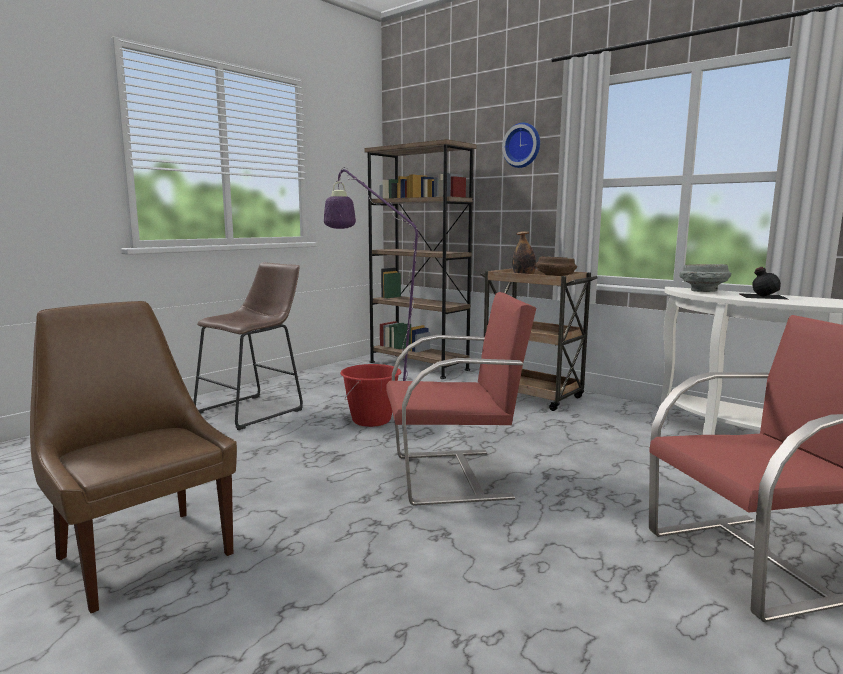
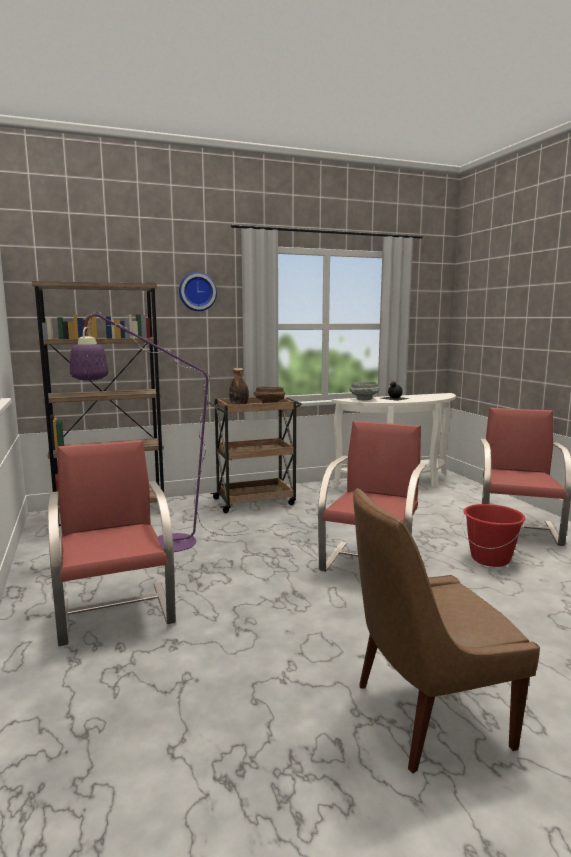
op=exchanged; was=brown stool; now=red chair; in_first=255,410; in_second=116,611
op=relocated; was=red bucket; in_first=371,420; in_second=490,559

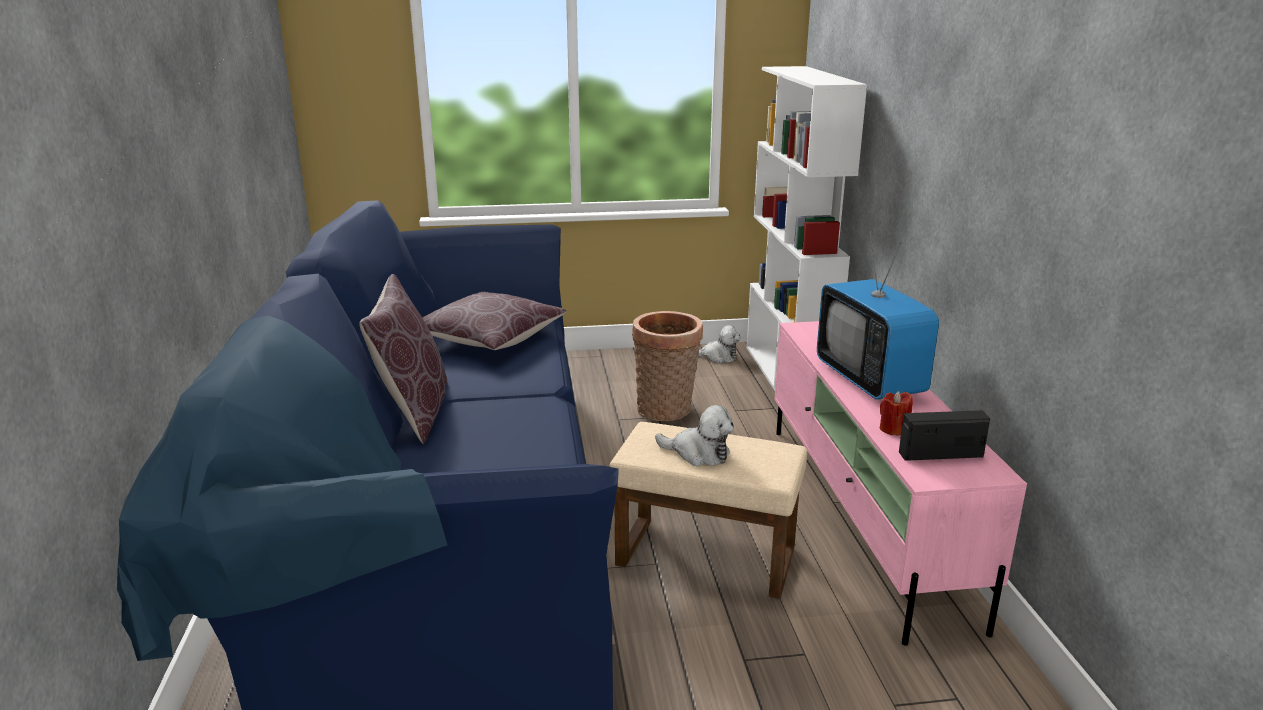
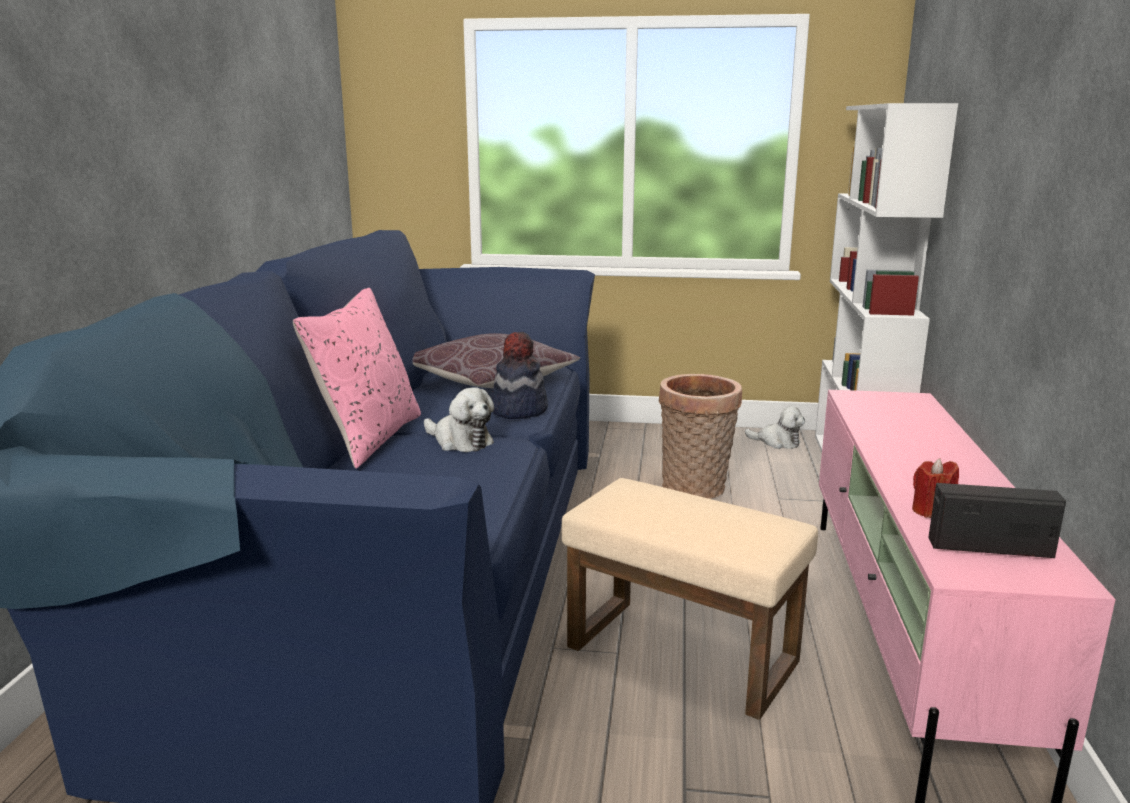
op=colour; was=brown pillow; now=pink pillow; in_first=413,411; in_second=368,438
op=relocated; was=plush toy; in_first=698,453; in_second=460,441
op=appeared; now=hat; in_second=518,410
op=missing; was=television; in_first=870,380

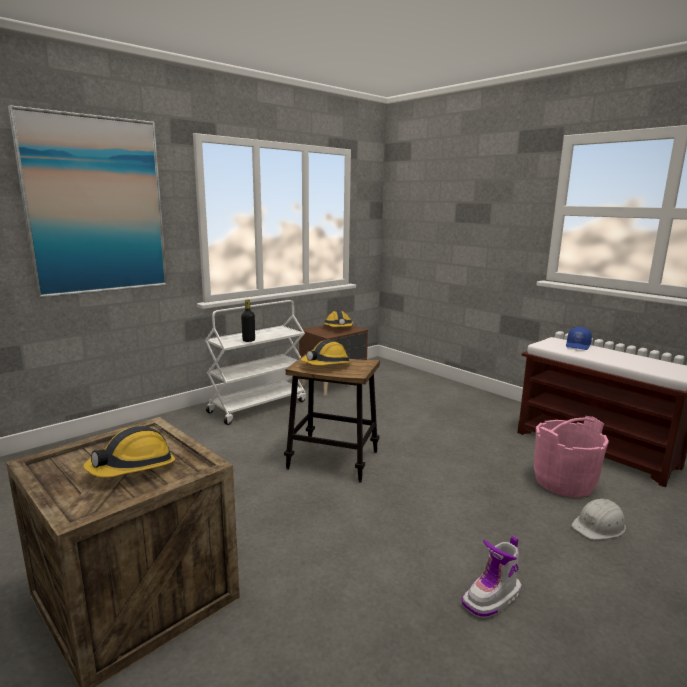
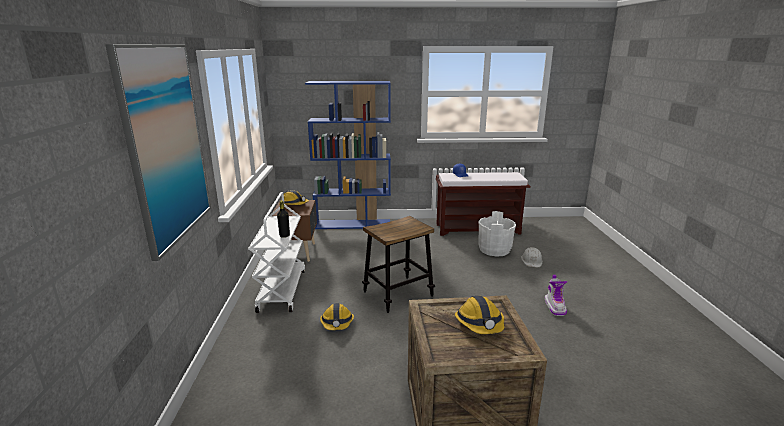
op=appeared; now=blue bookcase; in_second=353,224
op=relocated; was=hard hat; in_first=326,365; in_second=337,323
op=colour; was=pink bucket; now=white bucket; in_first=563,482; in_second=494,250

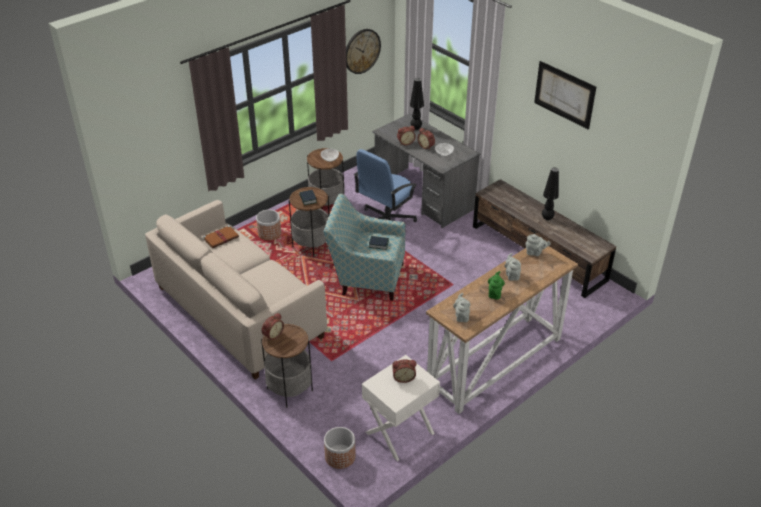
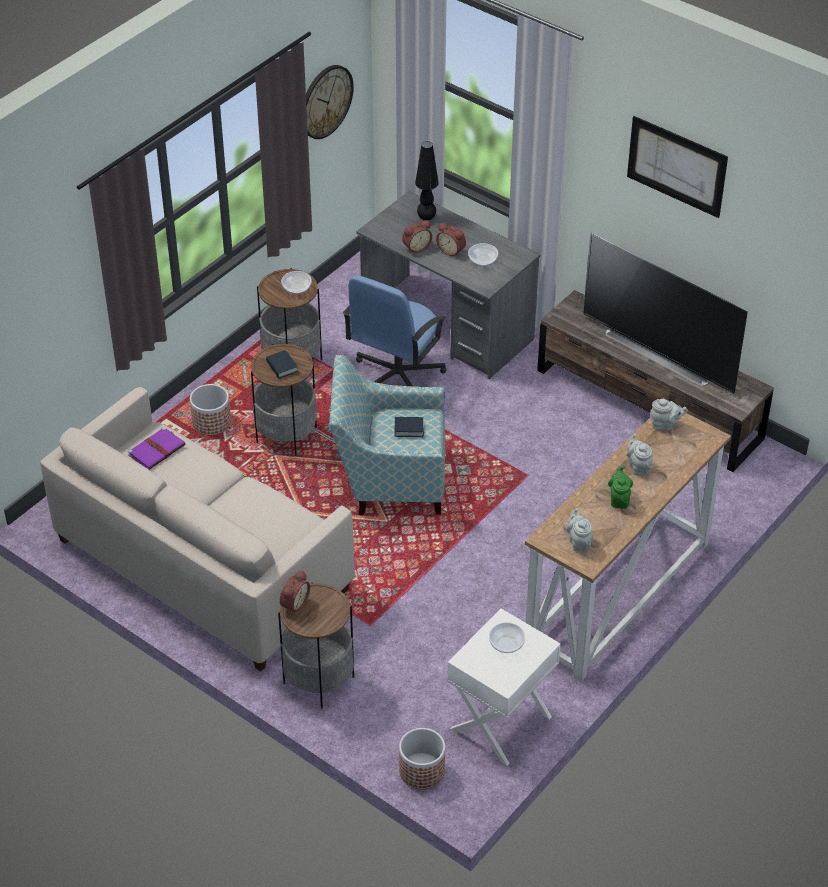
op=colour; was=brown book; now=purple book; in_first=221,238; in_second=157,450
op=exchanged; was=alarm clock; now=bowl; in_first=403,377; in_second=507,644
op=exchanged; was=black table lamp; now=television; in_first=547,218; in_second=661,352

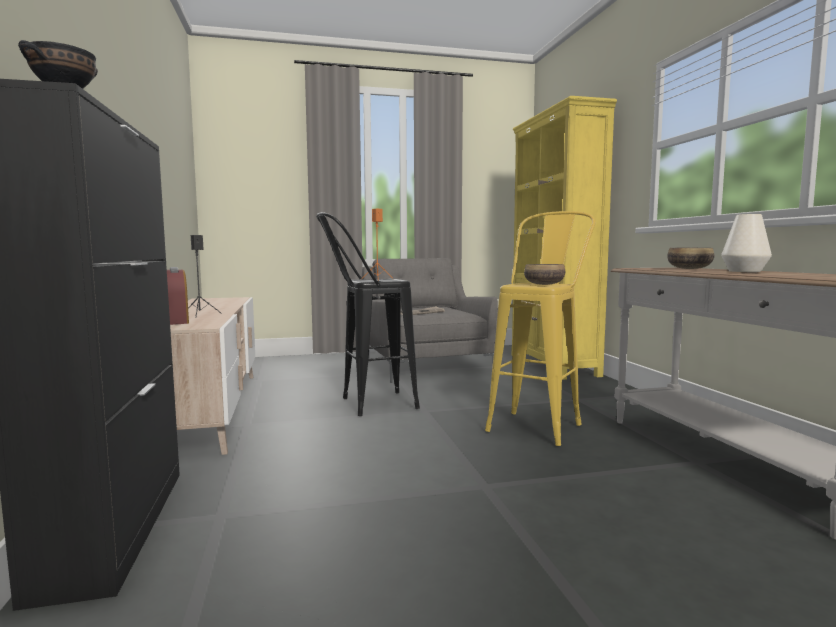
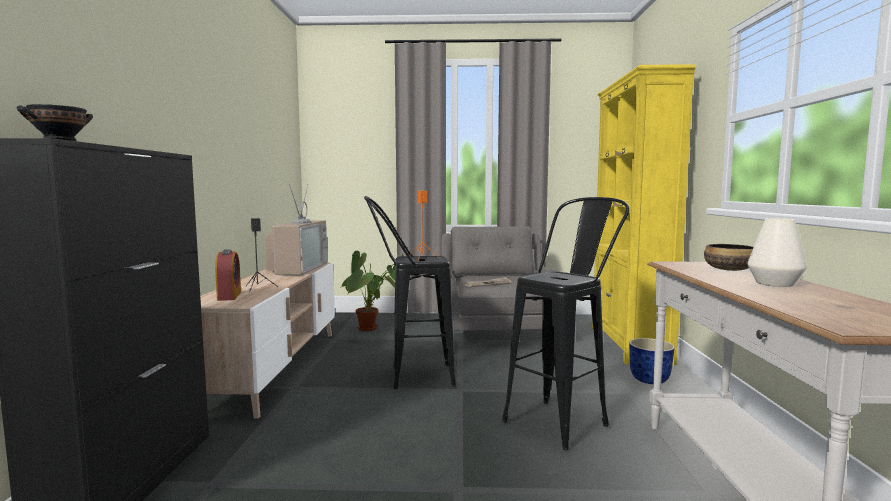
op=appeared; now=television; in_second=297,268
op=appeared; now=potted plant; in_second=376,329
op=colour; was=yellow stool; now=black stool; in_first=539,424; in_second=564,419
op=appeared; now=planter; in_second=650,380
op=missing; was=bowl; in_first=543,284

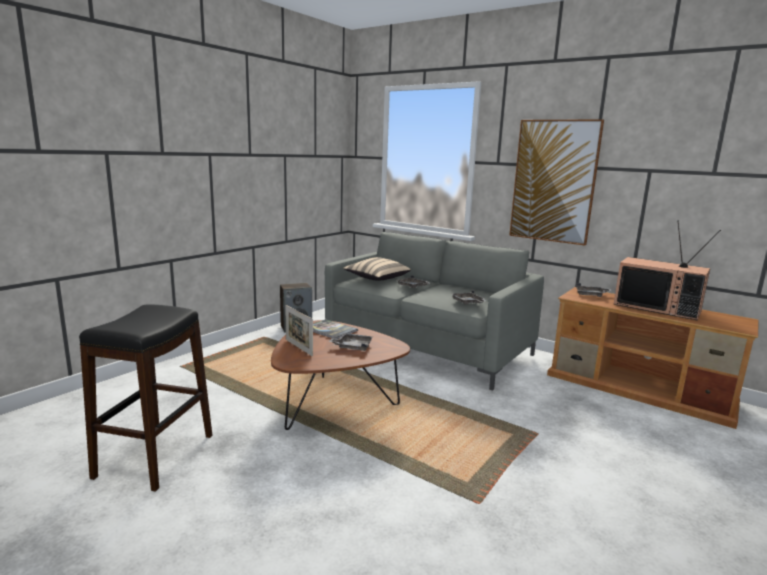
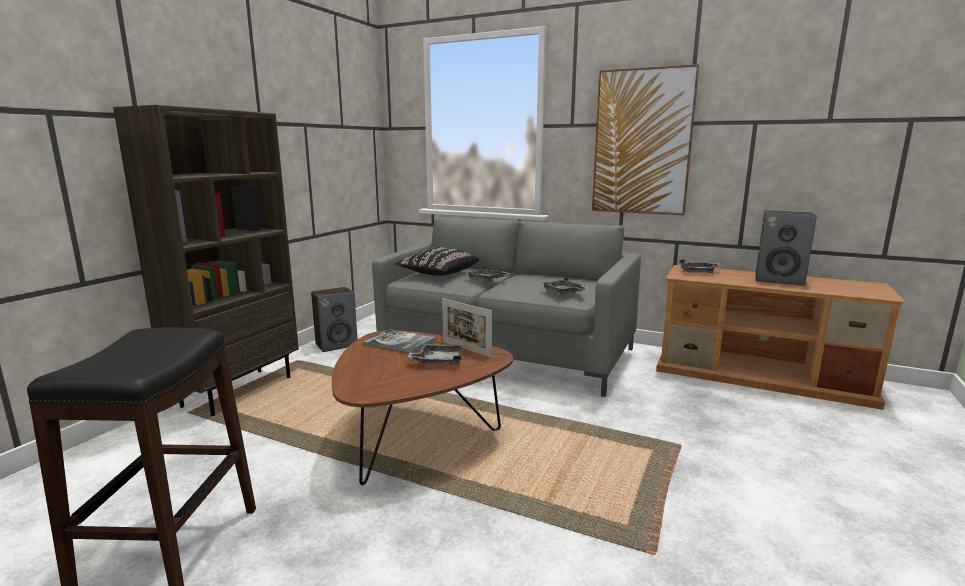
op=appeared; now=brown bookcase; in_second=238,391
op=colour; was=beige pillow; now=black pillow; in_first=376,279; in_second=438,274
op=relocated; was=picture frame; in_first=299,347; in_second=466,349
op=exchanged; was=television; now=speaker; in_first=658,308; in_second=779,280

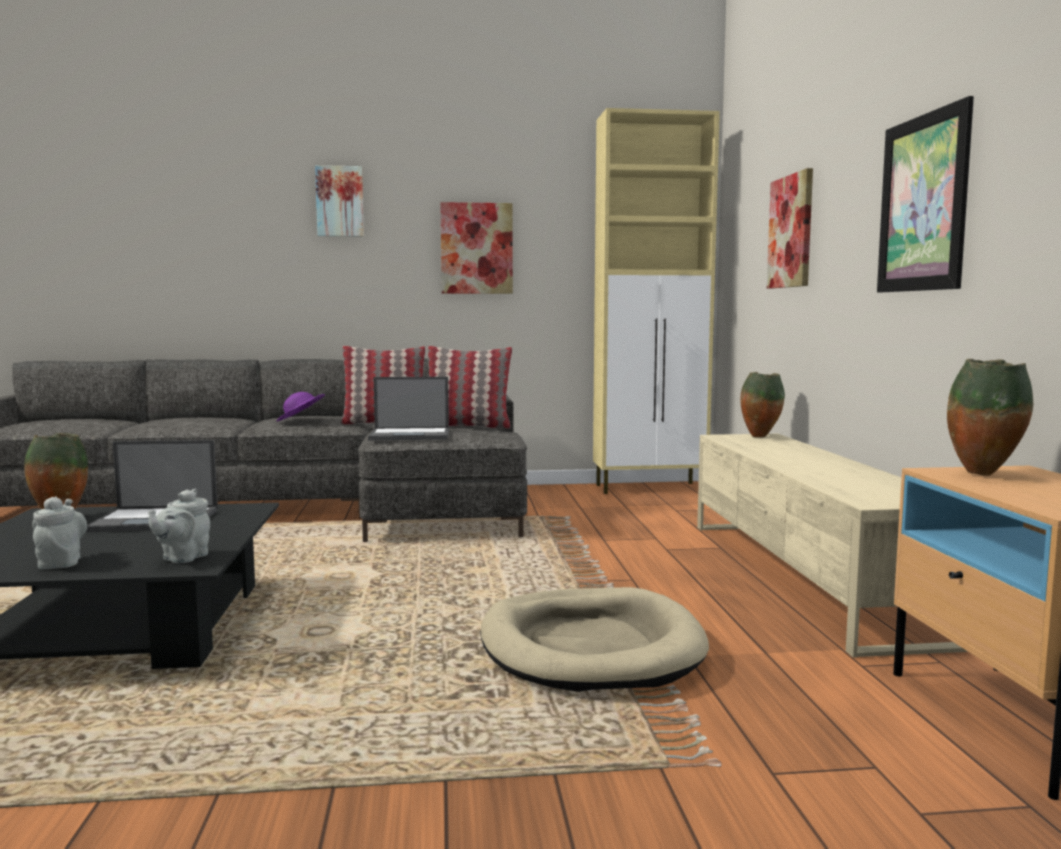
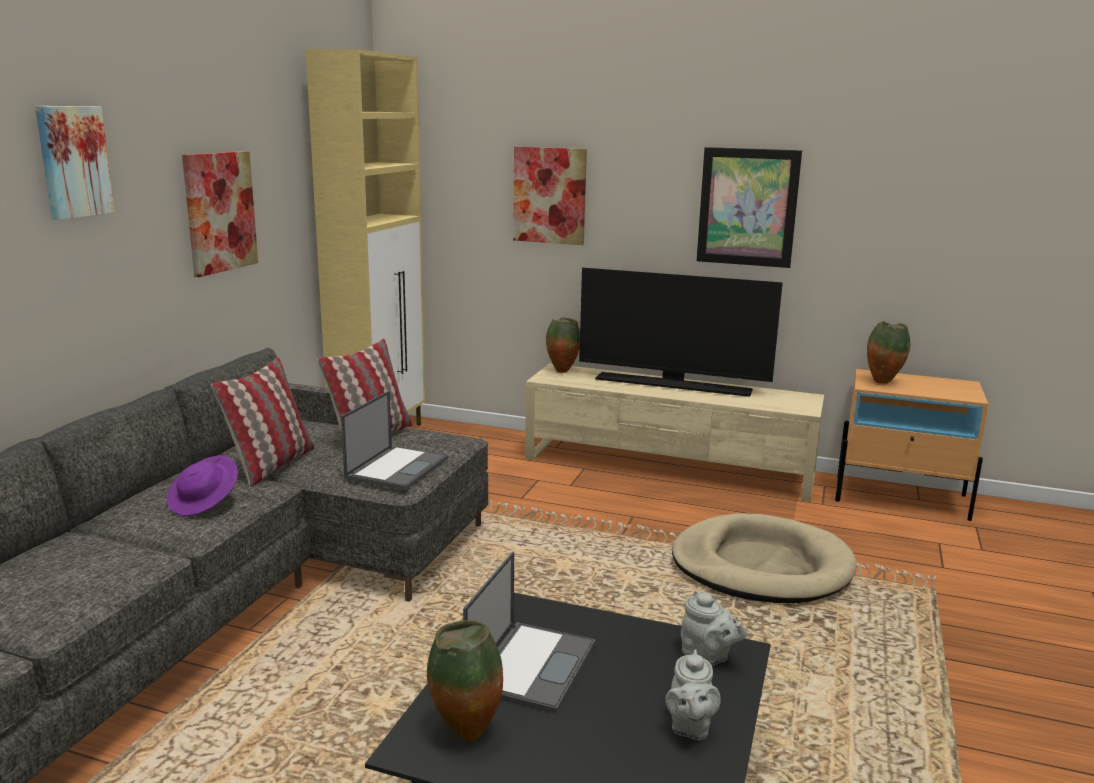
op=appeared; now=television; in_second=673,385
op=spun; was=grey teapot; in_first=61,562; in_second=689,727; clockwise=-90

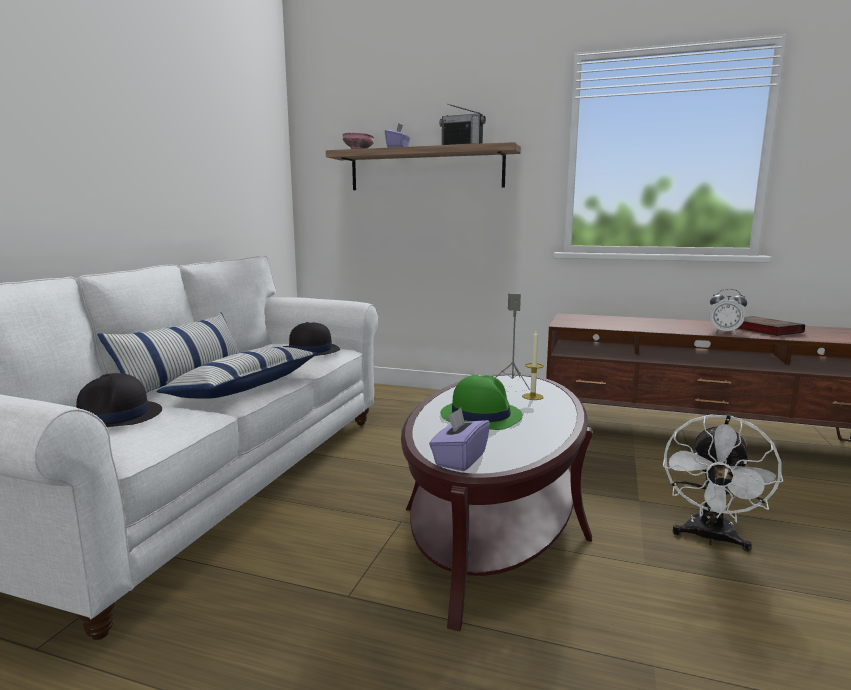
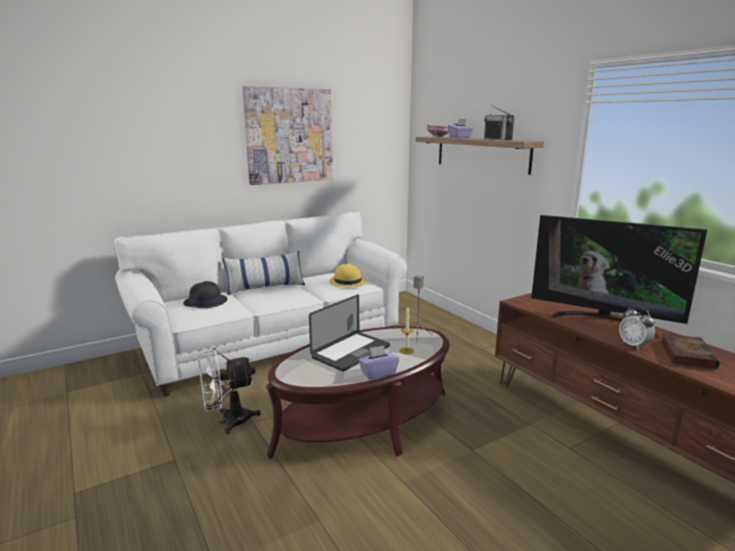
op=relocated; was=white fan; in_first=710,538; in_second=228,421
op=appeared; now=picture; in_second=289,135
op=exchanged; was=green hat; now=laptop; in_first=480,415; in_second=351,352
op=colour; was=black hat; now=yellow hat; in_first=310,351; in_second=347,282
op=relocated; was=purple tissue box; in_first=459,459; in_second=378,373
op=appeared; now=television; in_second=602,320
op=missing; was=pillow; in_first=245,388

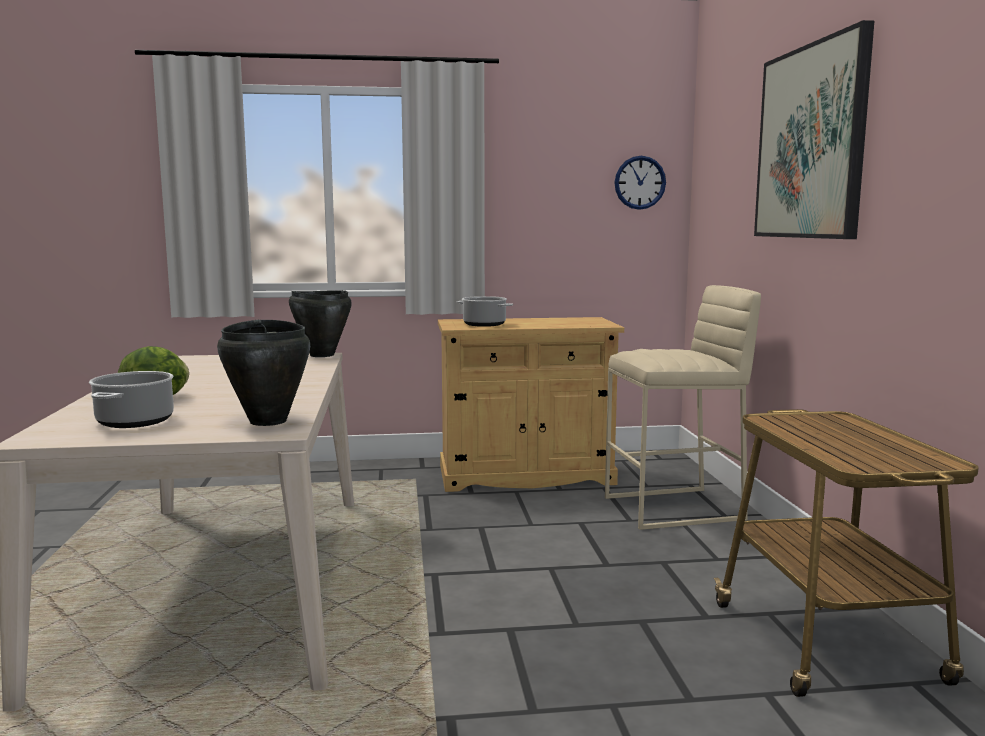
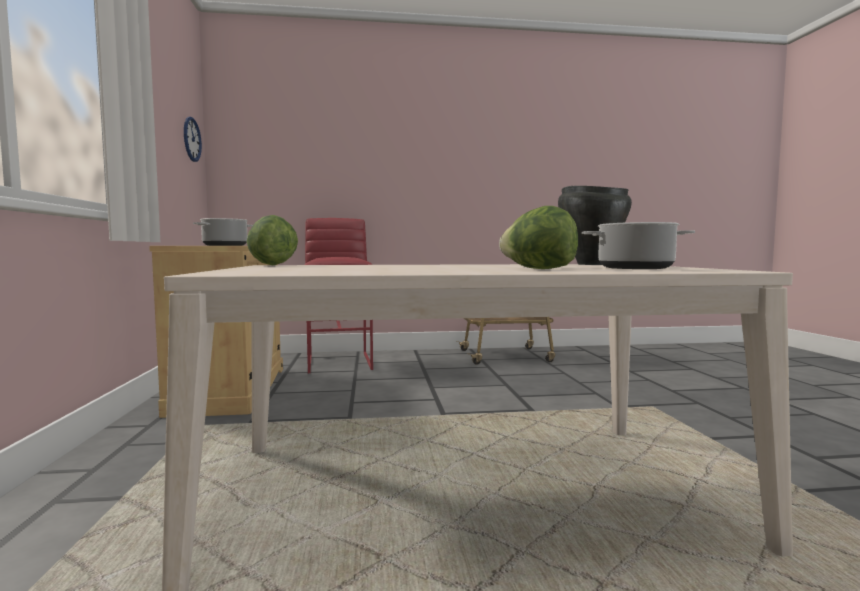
op=exchanged; was=black cooking pot; now=lettuce; in_first=321,355; in_second=271,265
op=colour; was=beige stool; now=red stool; in_first=675,508; in_second=340,362
op=missing; was=picture; in_first=811,143

